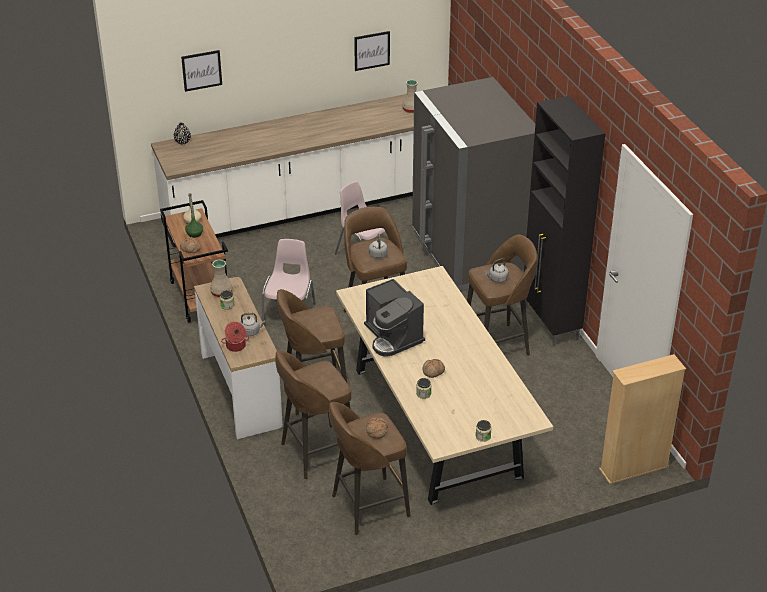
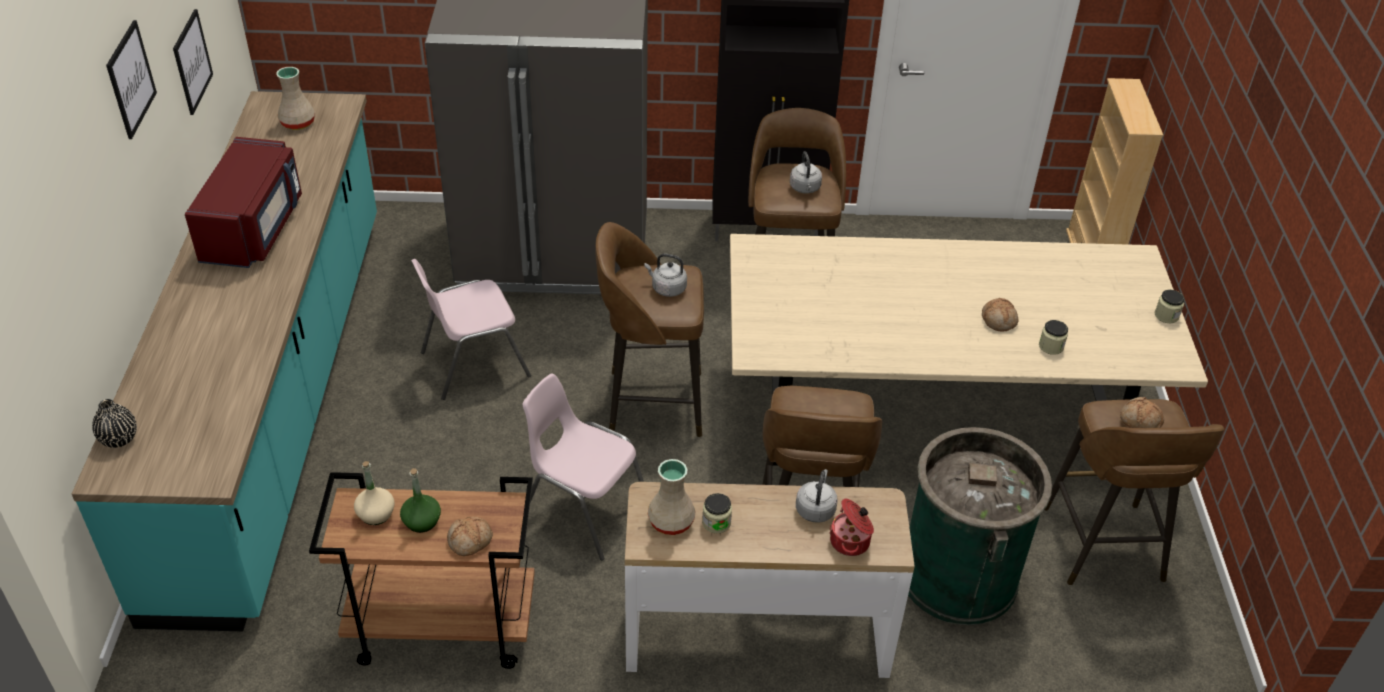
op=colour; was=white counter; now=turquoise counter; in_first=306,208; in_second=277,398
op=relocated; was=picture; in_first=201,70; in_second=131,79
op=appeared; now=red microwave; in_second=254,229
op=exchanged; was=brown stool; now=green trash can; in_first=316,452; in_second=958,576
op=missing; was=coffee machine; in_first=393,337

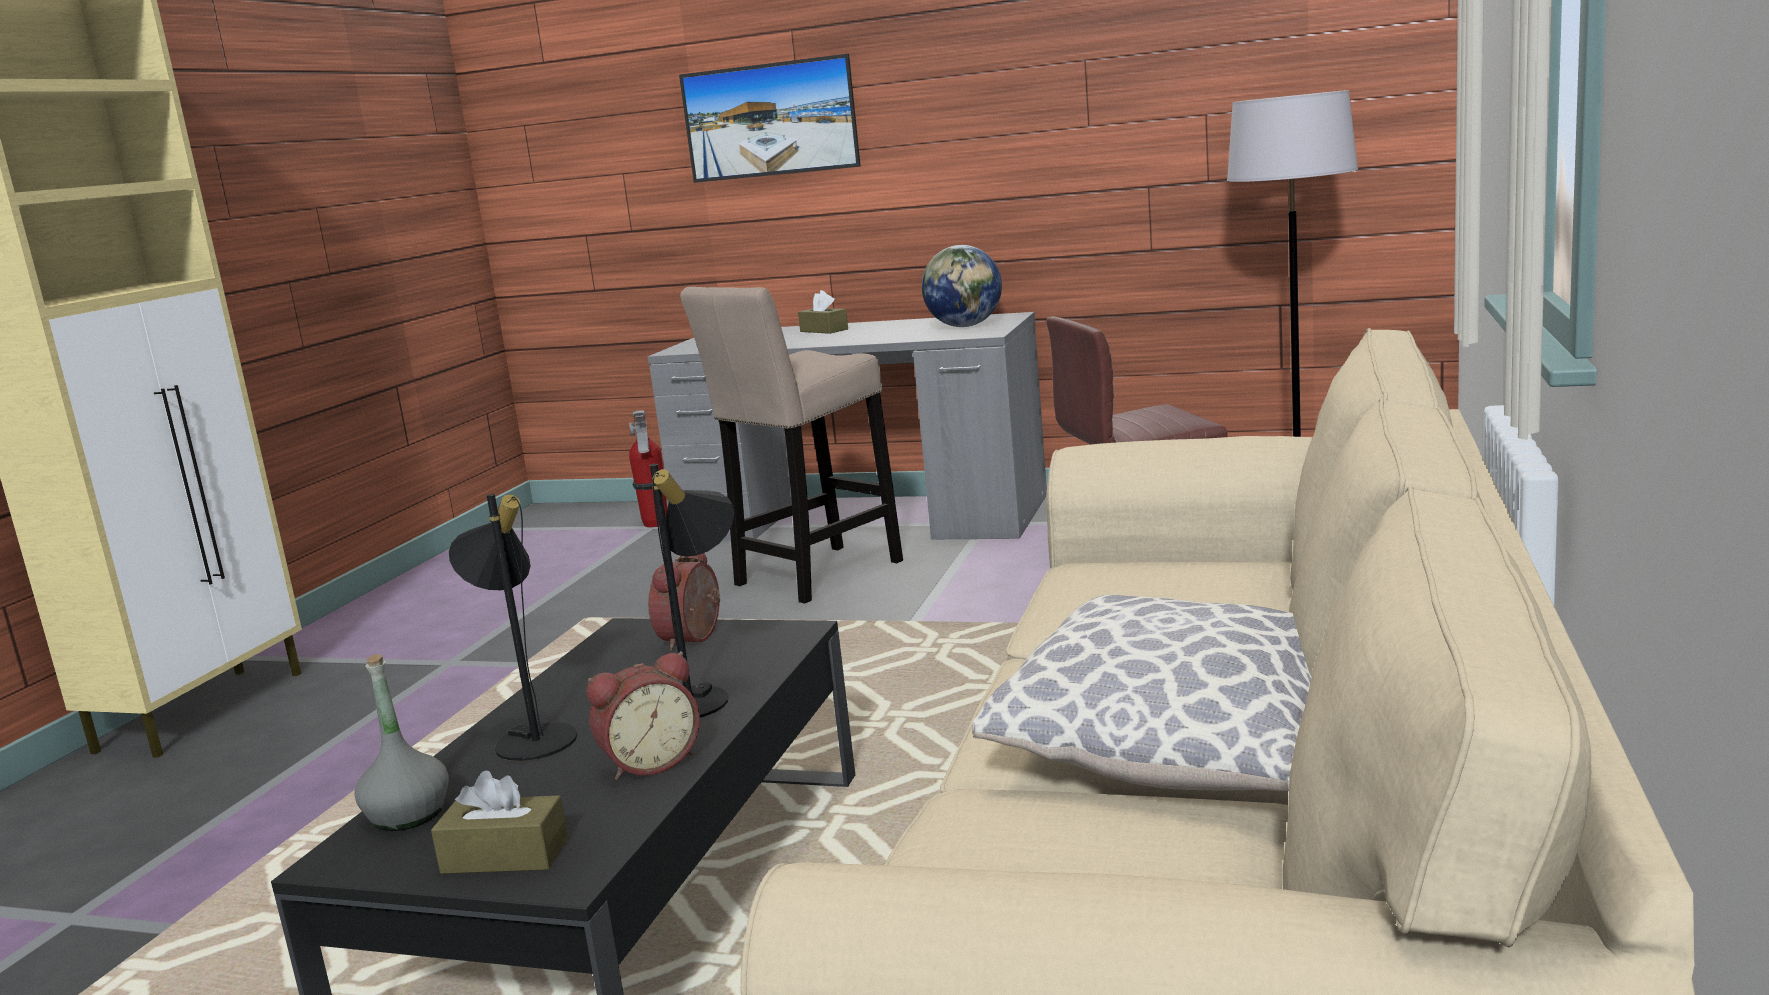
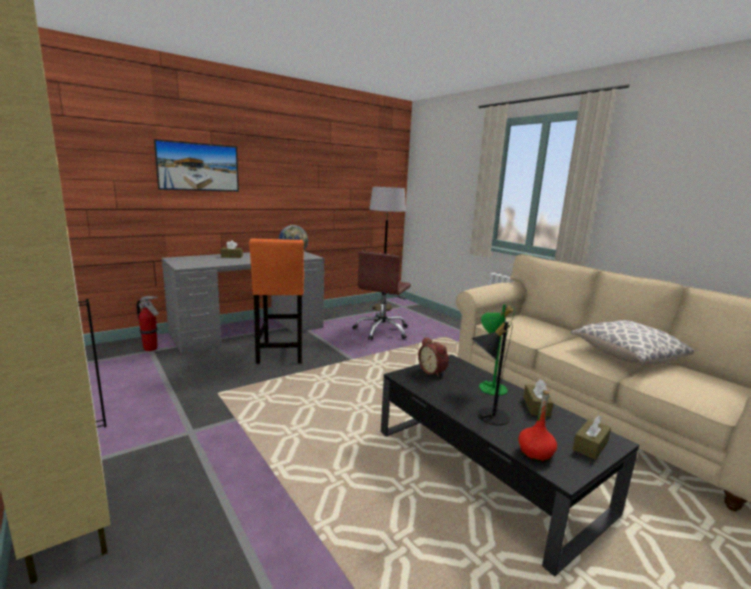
op=colour; was=beige stool; now=orange stool; in_first=812,576; in_second=280,353
op=colour; was=black table lamp; now=green table lamp; in_first=702,698; in_second=490,385
op=colour; was=grey bottle; now=red bottle; in_first=408,815; in_second=535,453
op=exchanged; was=alarm clock; now=brown tissue box; in_first=649,763; in_second=536,407

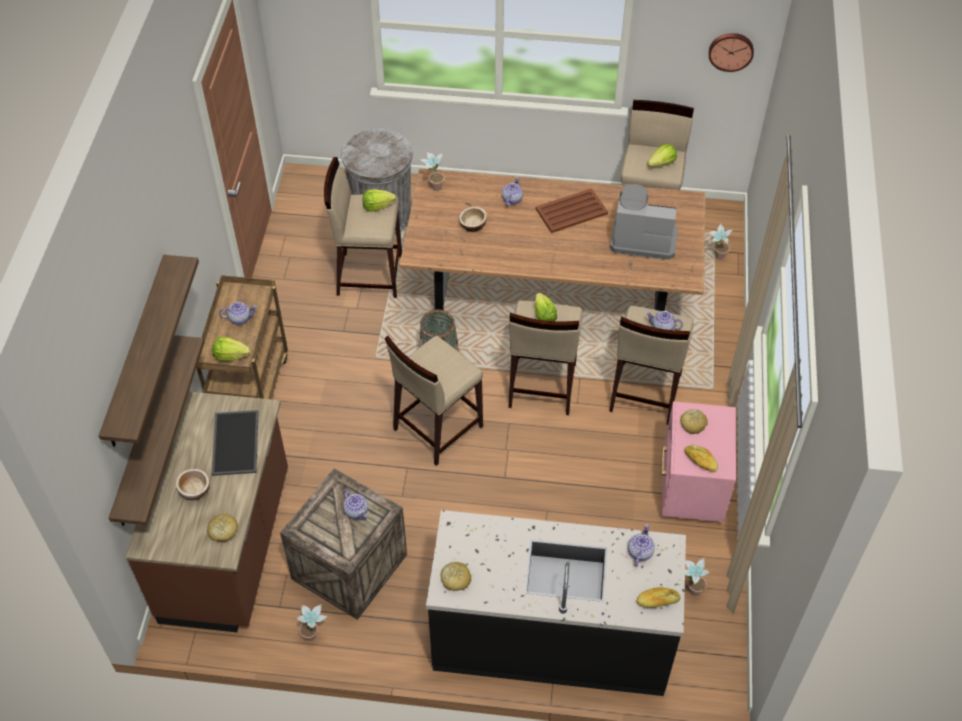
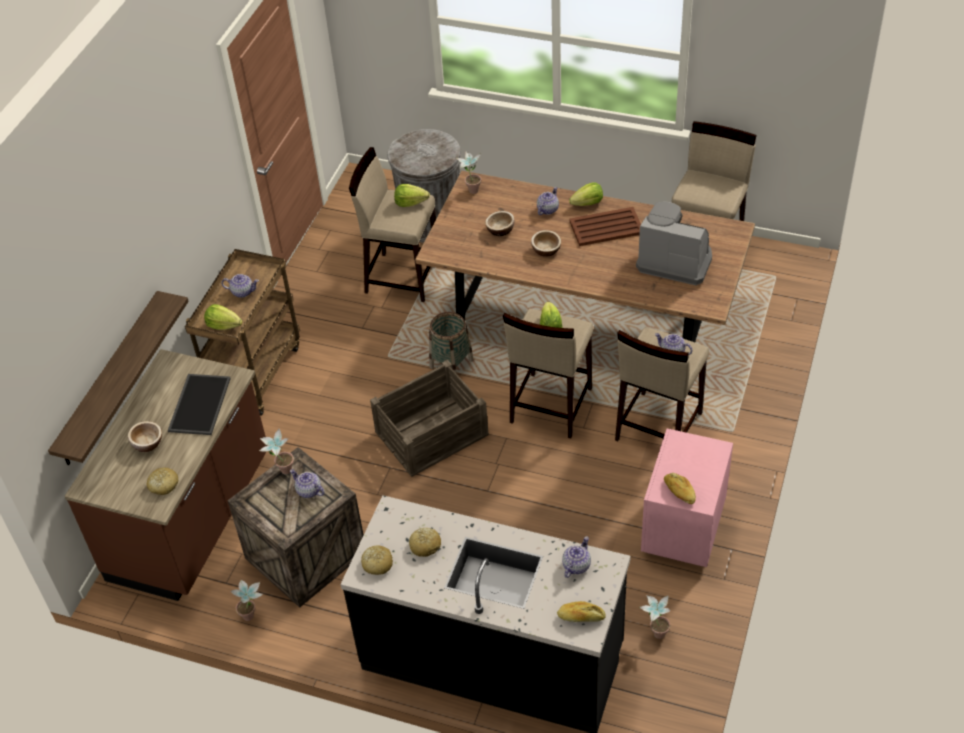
op=relocated; was=potted plant; in_first=716,257; in_second=282,470
op=spun; was=teapot; in_first=356,511; in_second=308,491; clockwise=150
op=exchanged; was=beige stool; now=crate; in_first=437,428; in_second=430,433
op=relocated; was=bread; in_first=693,424; in_second=425,545
op=appeared; now=bowl; in_second=546,250
op=relocated; was=lettuce; in_first=662,164; in_second=587,203
op=missing; was=shelf; in_first=137,353
op=missing; was=wall clock; in_first=731,50

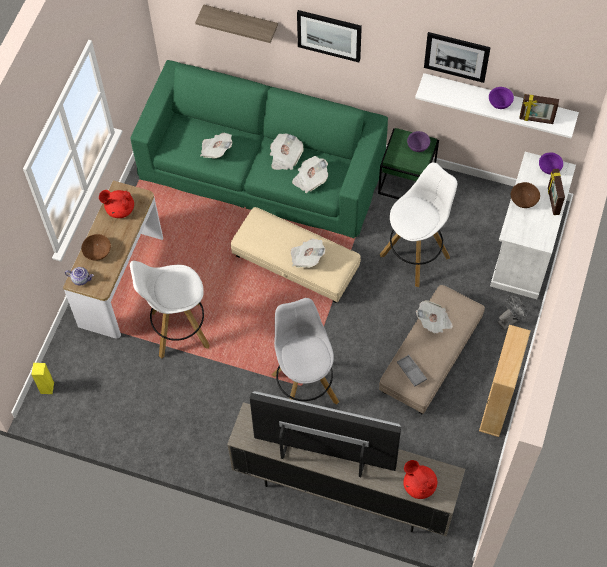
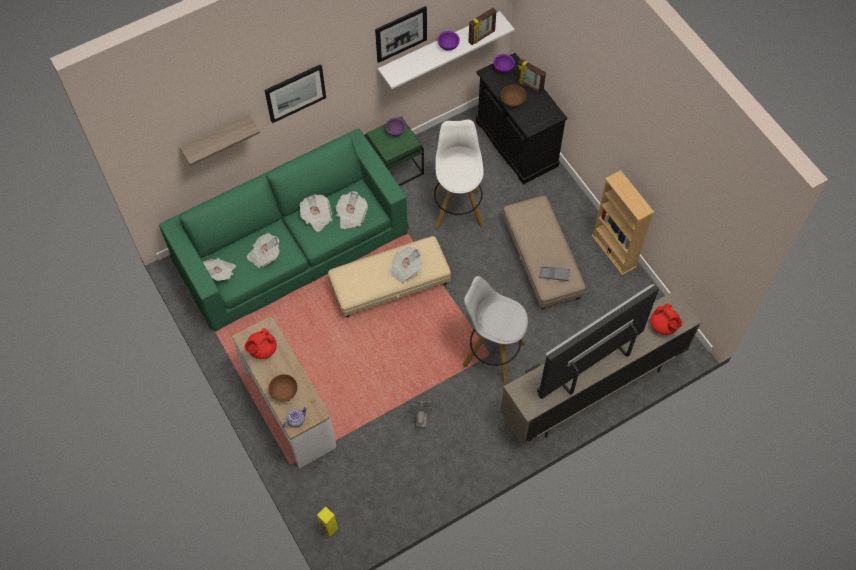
op=relocated; was=newspaper; in_first=434,322; in_second=219,273
op=relocated; was=grey fan; in_first=509,320; in_second=421,416
op=colour; was=white cabinet; now=black cabinet; in_first=525,250; in_second=516,144
op=spun; was=red teapot; in_first=419,485; in_second=663,326; clockwise=-120
op=missing; was=white stool; in_first=178,330

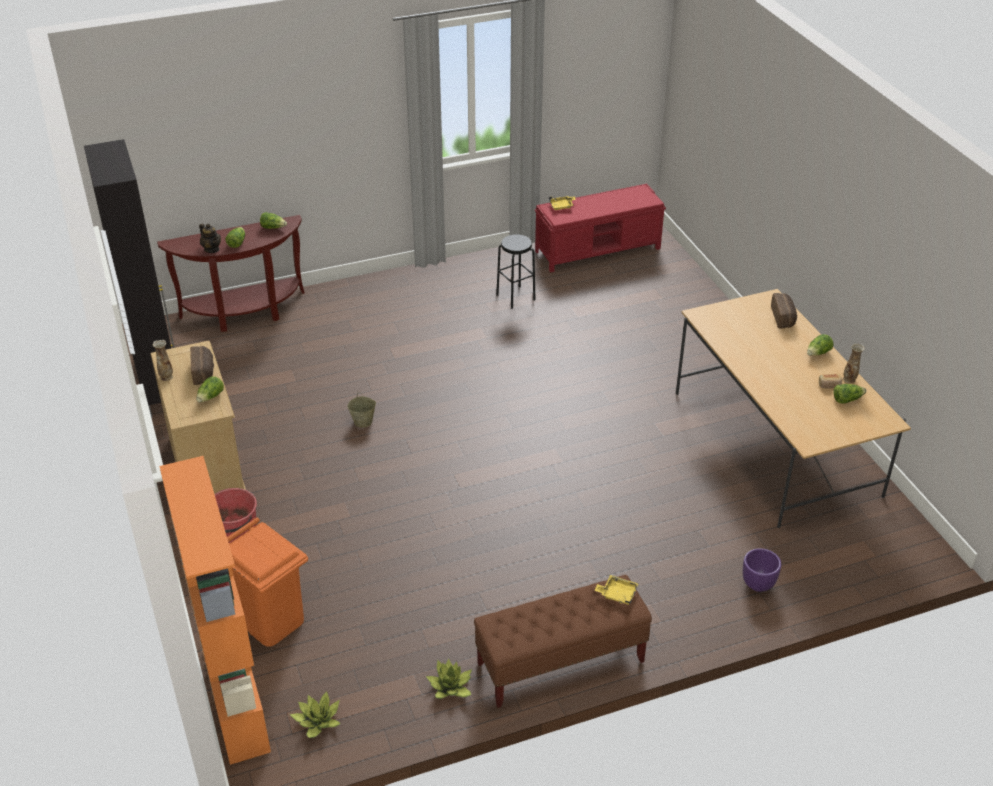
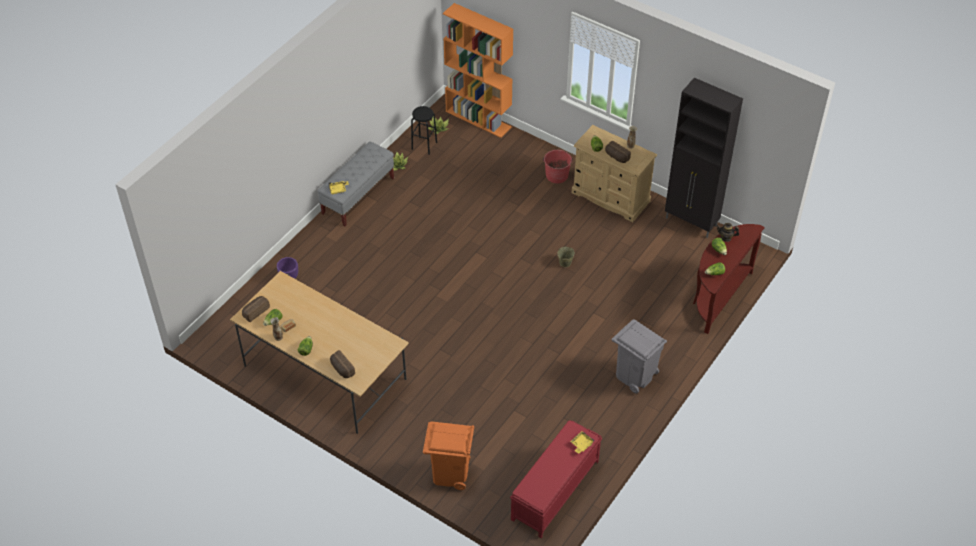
op=appeared; now=bread; in_second=255,311
op=colour; was=brown bench; now=grey bench; in_first=560,663; in_second=358,196
op=relocated; was=black stool; in_first=516,297; in_second=424,145
op=relocated; was=orange trash can; in_first=271,621; in_second=450,473
op=appeared; now=grey trash can; in_second=634,376

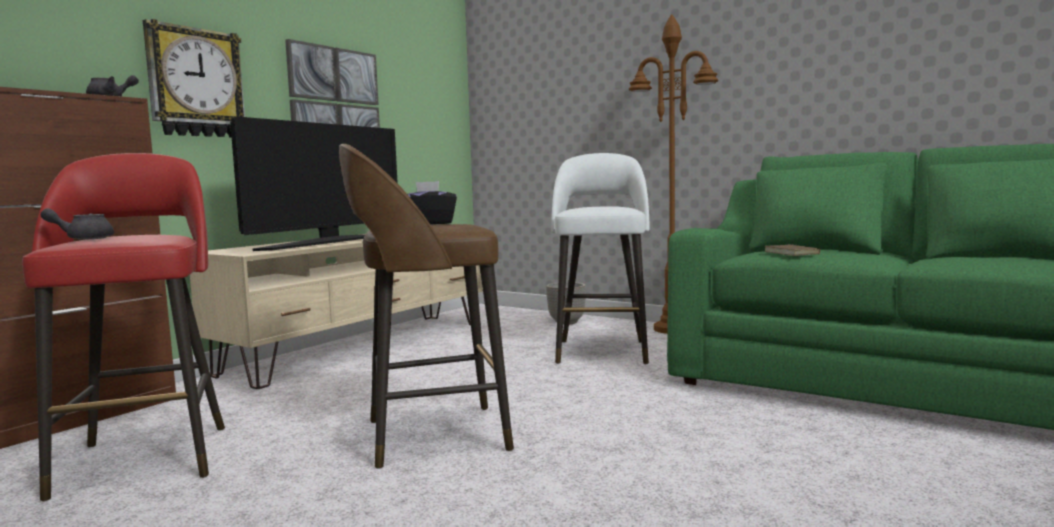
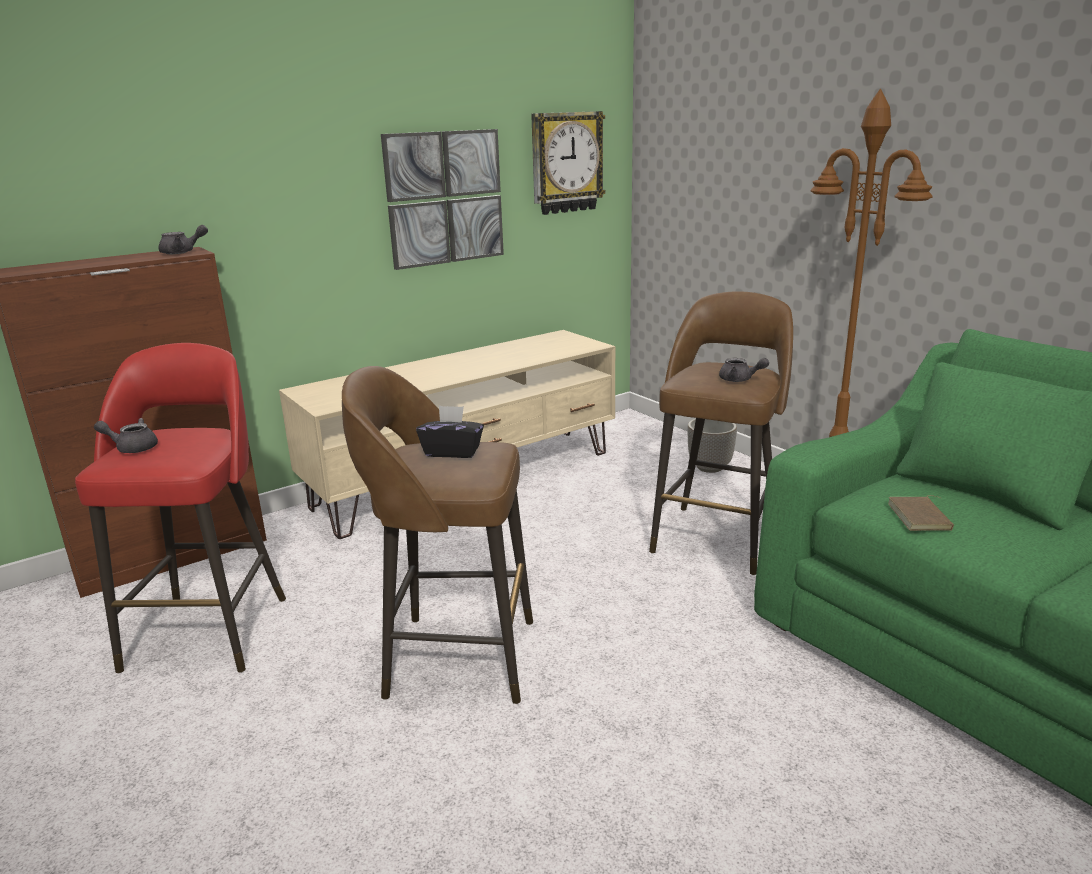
op=relocated; was=wall clock; in_first=195,83; in_second=566,163
op=colour; was=white stool; now=brown stool; in_first=602,351; in_second=717,537
op=appeared; now=grey teapot; in_second=740,380
op=missing; was=television; in_first=329,242

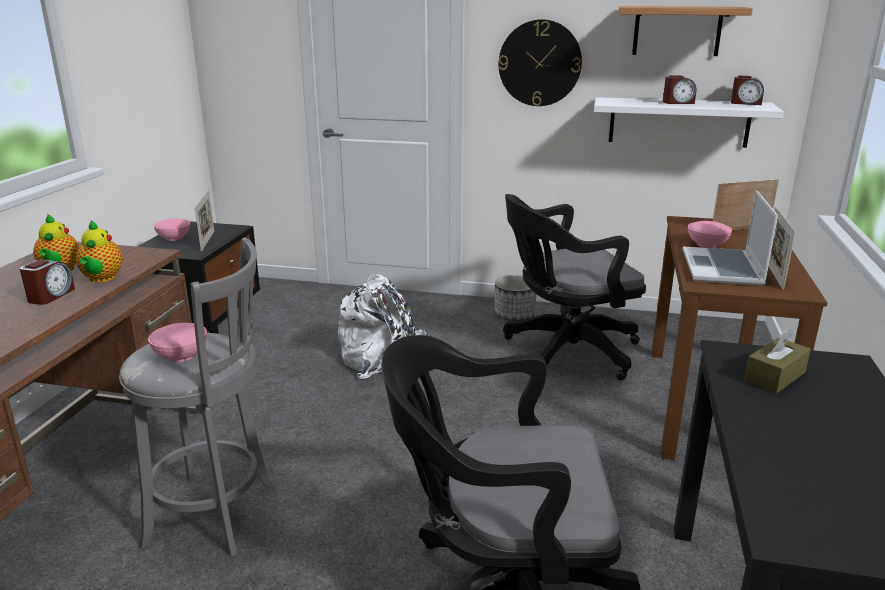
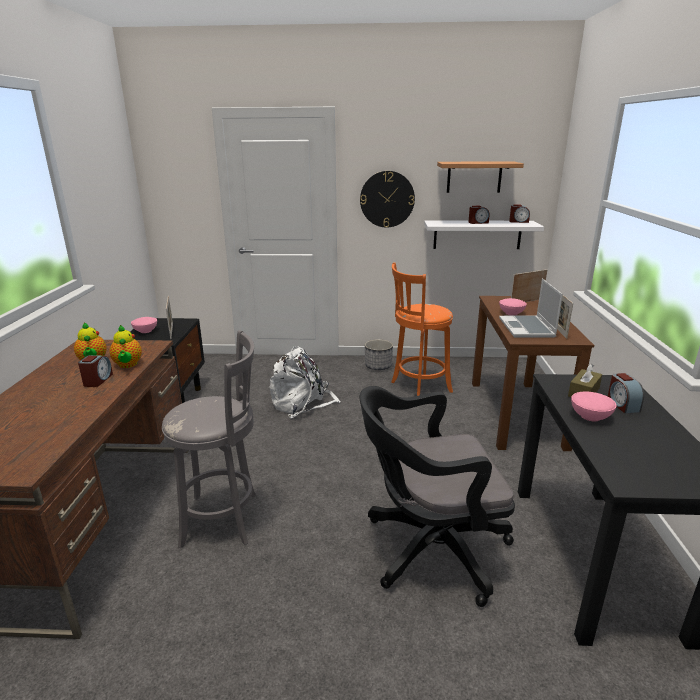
op=exchanged; was=black office chair; now=orange stool; in_first=565,352; in_second=418,388
op=relocated; was=pink bowl; in_first=181,356; in_second=591,417
op=appeared; now=alarm clock; in_second=622,404

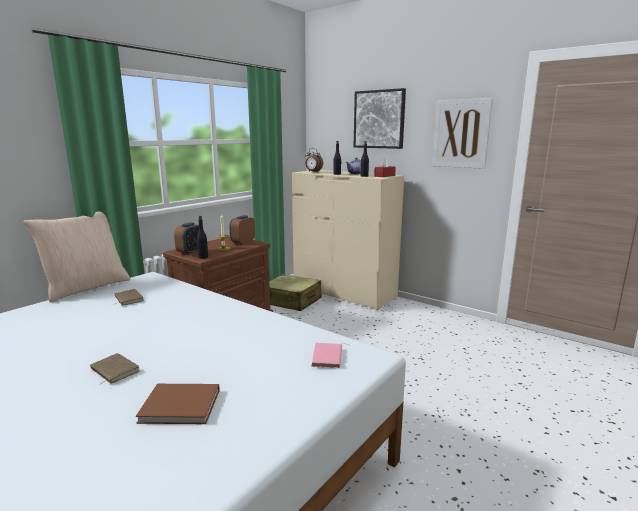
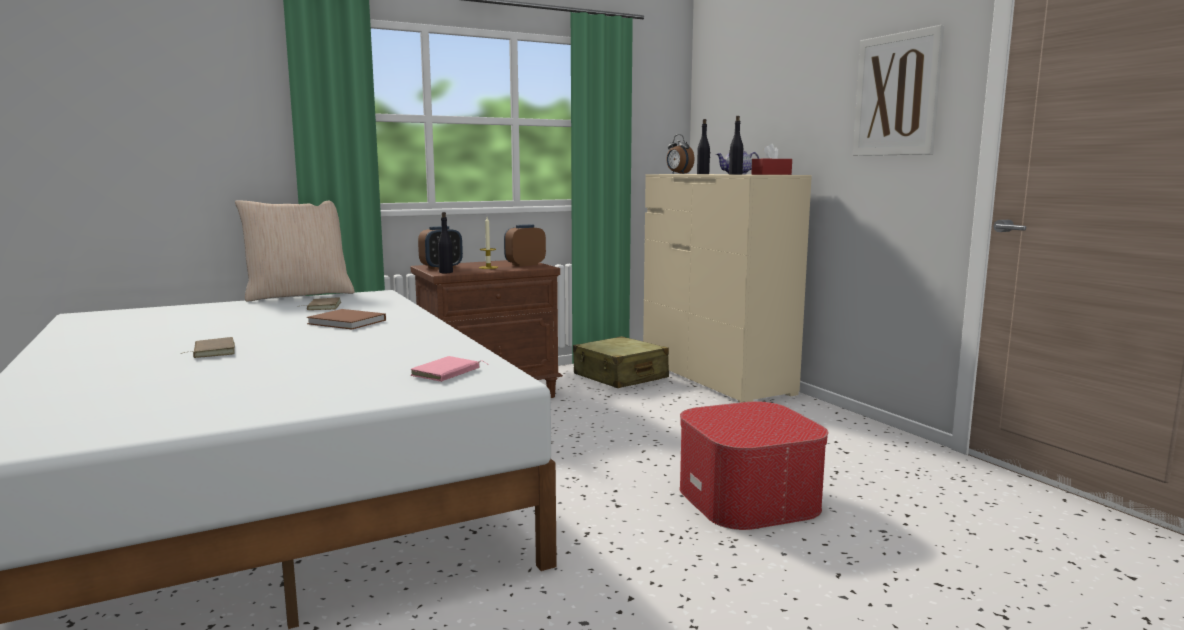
op=relocated; was=brown book; in_first=183,406; in_second=348,322
op=appeared; now=ottoman; in_second=749,498
op=missing; was=picture; in_first=379,119

